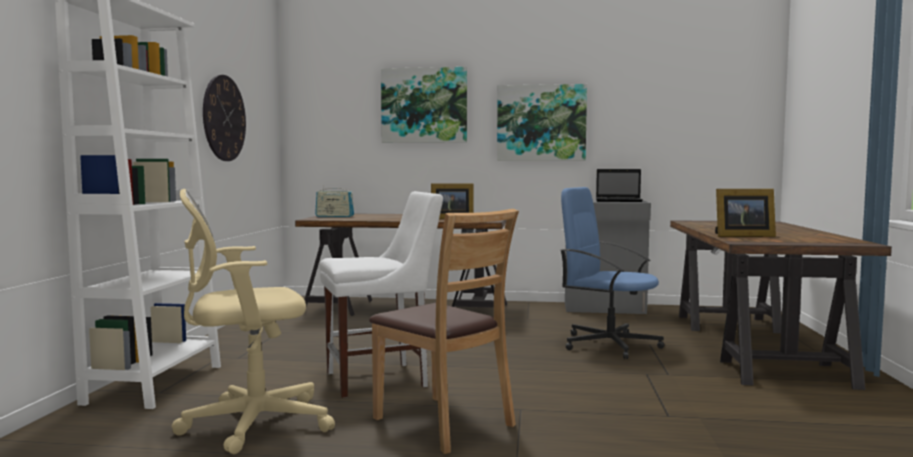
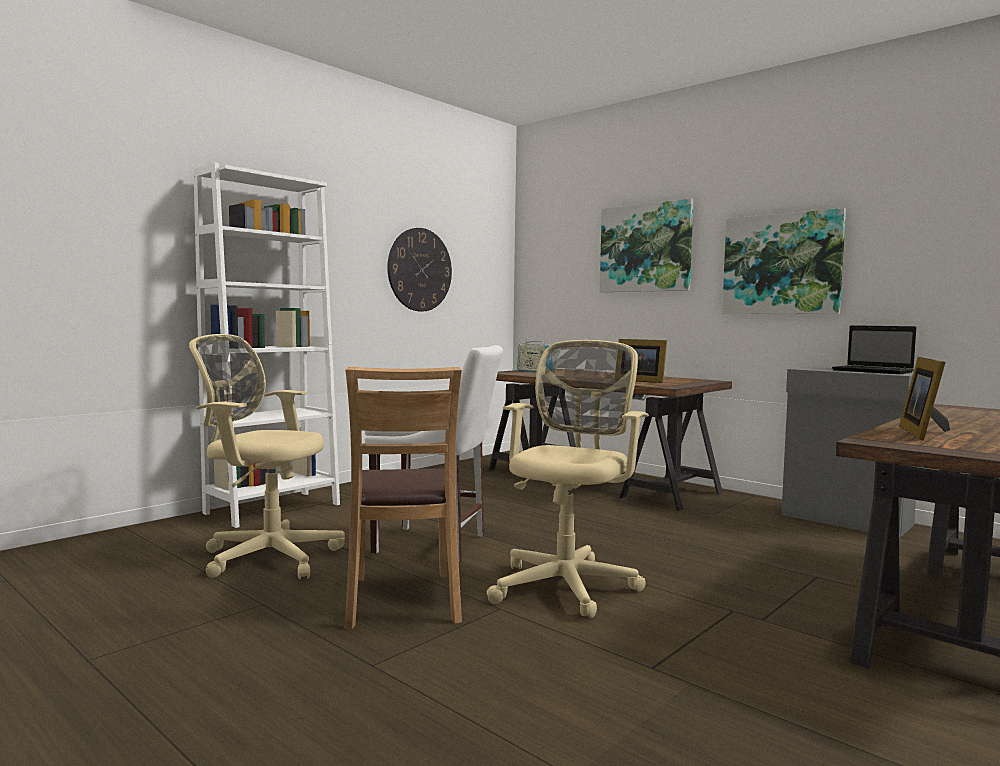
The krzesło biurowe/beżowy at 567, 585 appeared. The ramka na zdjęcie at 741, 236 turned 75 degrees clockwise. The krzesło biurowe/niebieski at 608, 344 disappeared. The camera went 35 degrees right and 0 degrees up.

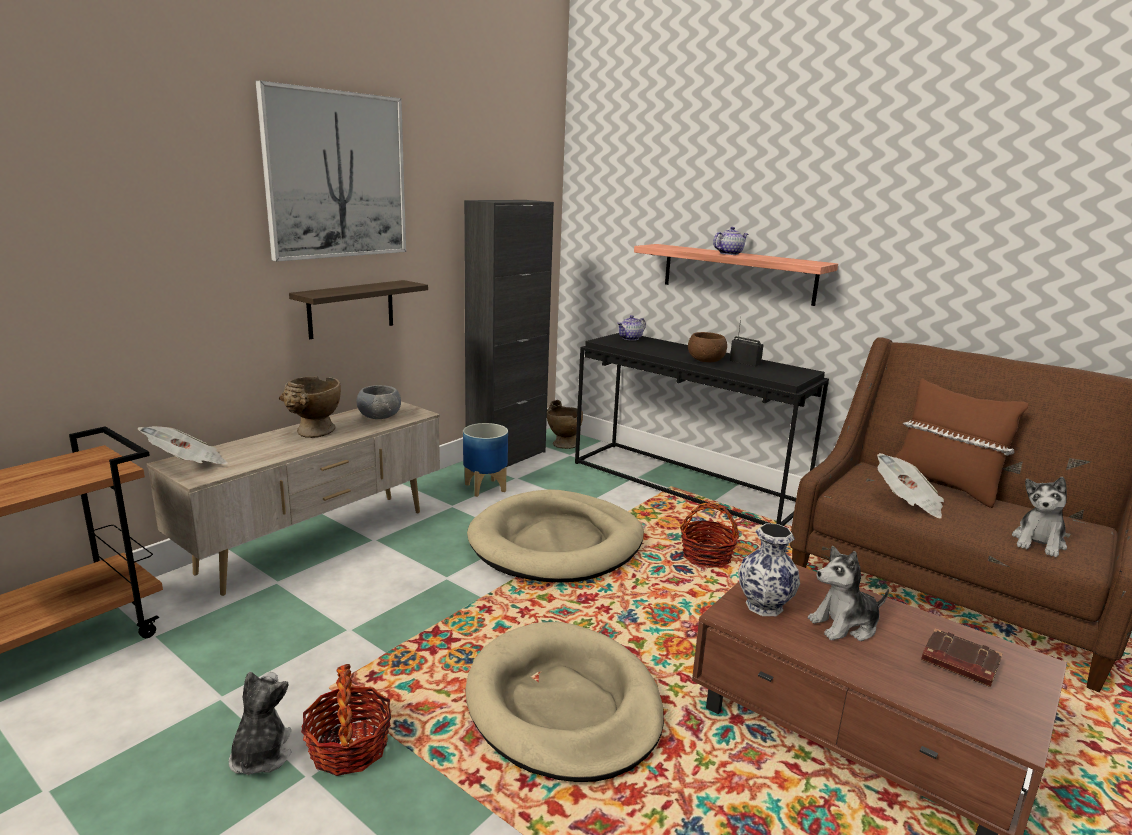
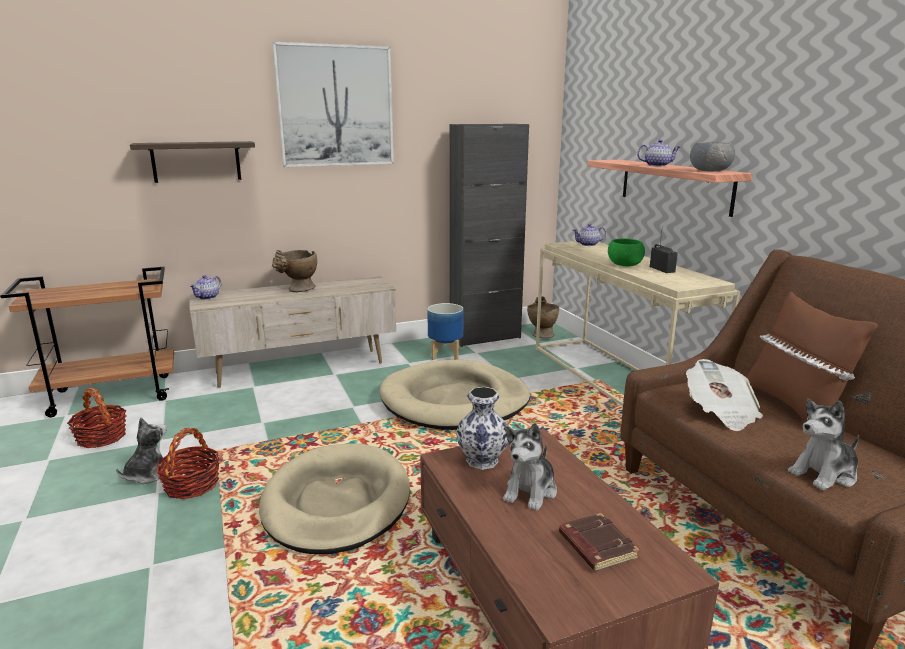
The koszyk moved from 707, 557 to 101, 437. The półka moved from 351, 309 to 196, 161. The gazeta at 188, 464 was replaced by the imbryk at 207, 297. The pluszak at 844, 625 turned 75 degrees counterclockwise. The stolik konsolowy/czarny at 687, 483 became the stolik konsolowy/beżowy at 617, 380. The miska/brązowy at 705, 360 became the miska/zielony at 624, 265. The miska/szary moved from 379, 417 to 709, 171. The camera went 30 degrees right and 0 degrees up.

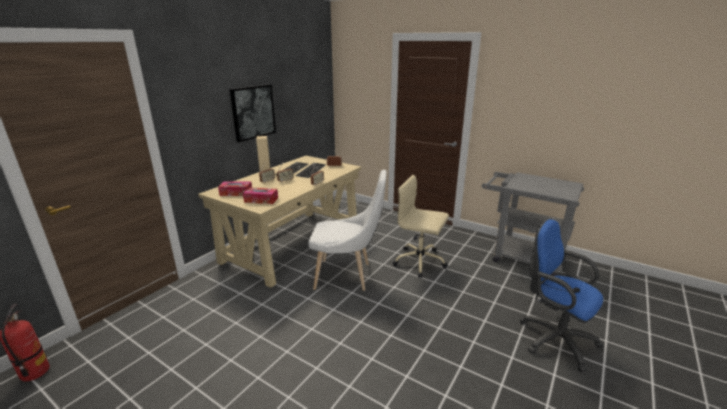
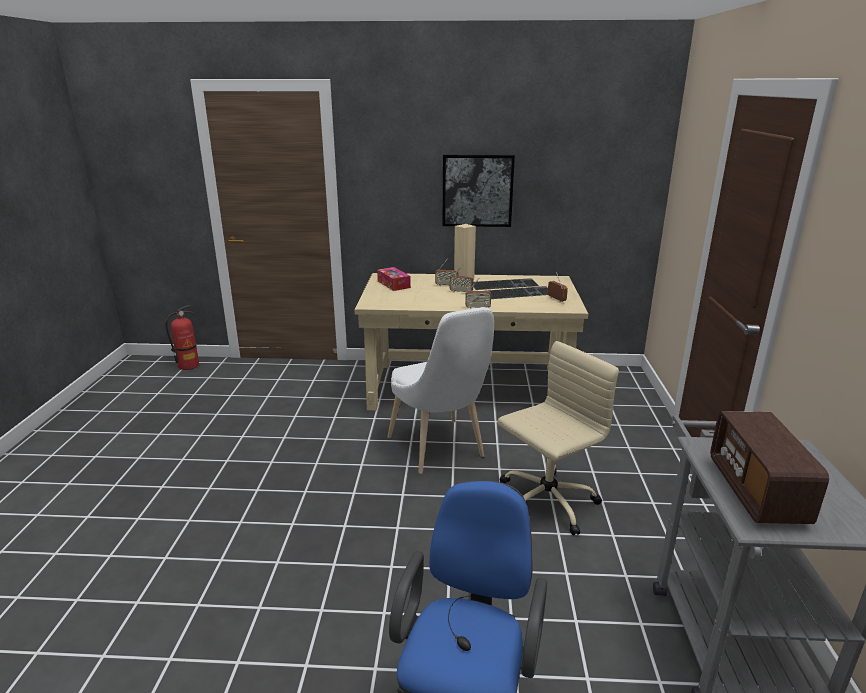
The krzesło biurowe/beżowy at 420, 262 turned 60 degrees clockwise. The radio at 756, 492 appeared. The pudełko chusteczek at 261, 200 disappeared. The camera went 60 degrees right and 0 degrees up.

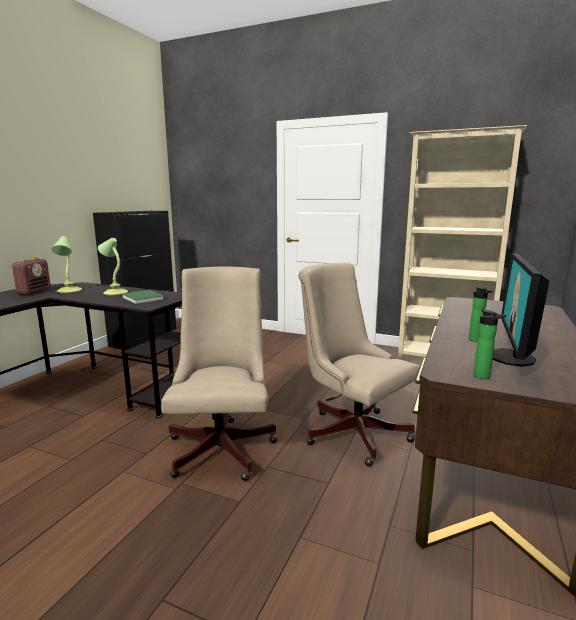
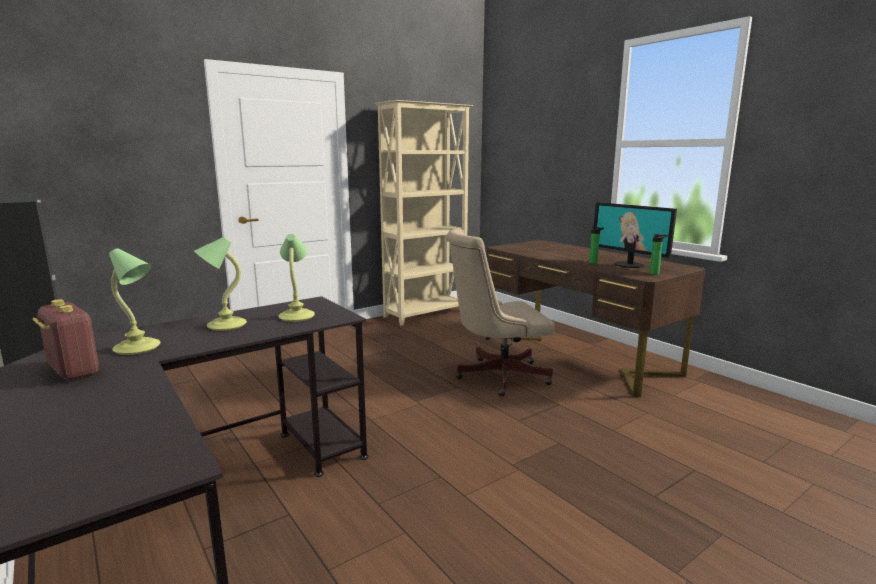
The książka/zielony at 143, 299 was replaced by the lampa stołowa at 297, 316. The krzesło biurowe/beżowy at 223, 445 disappeared. The camera went 60 degrees left and 0 degrees up.

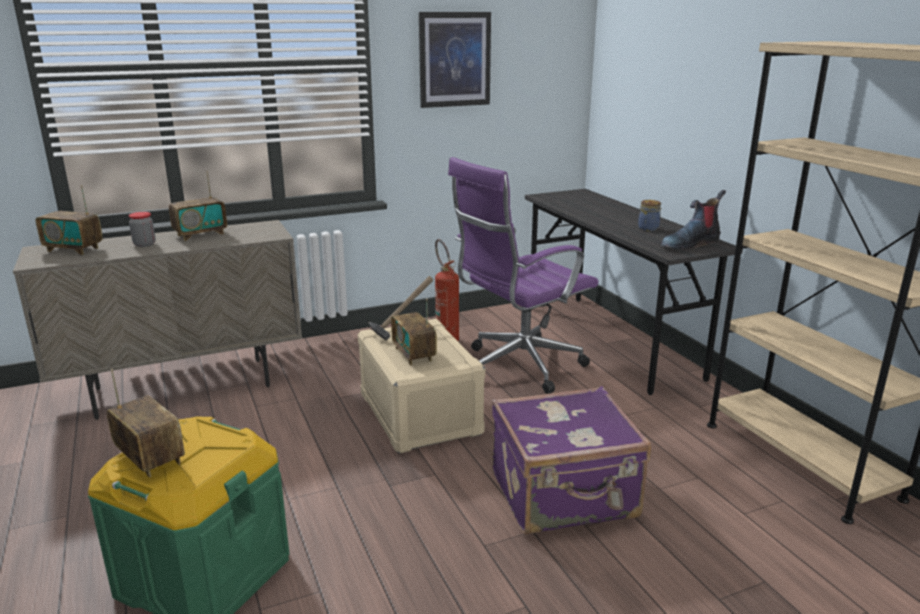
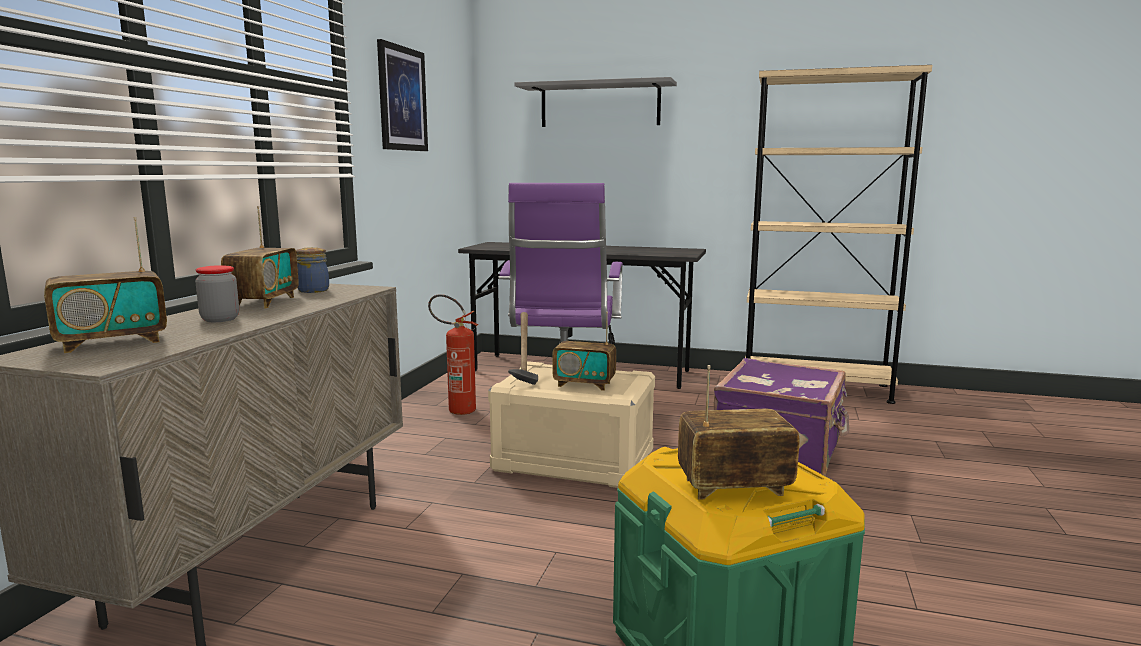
The słoik moved from 649, 228 to 314, 290. The półka/szary at 600, 105 appeared. The but z cholewką at 690, 244 disappeared. The camera went 50 degrees left and 10 degrees down.

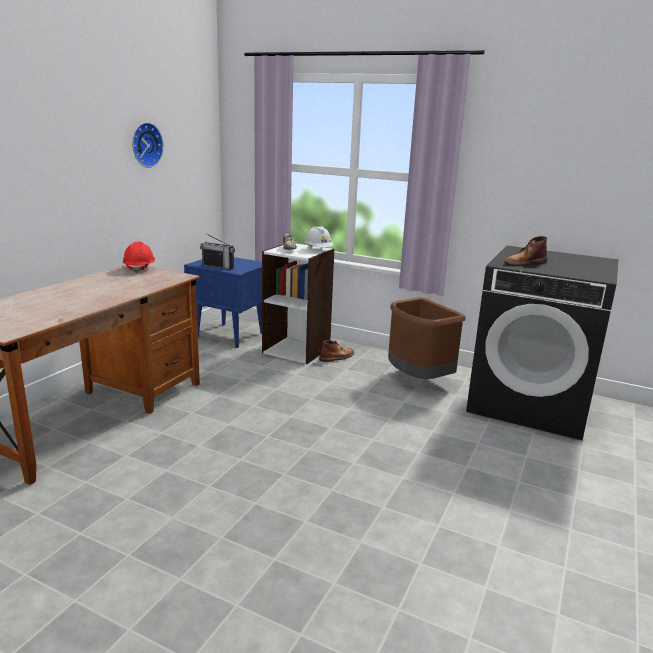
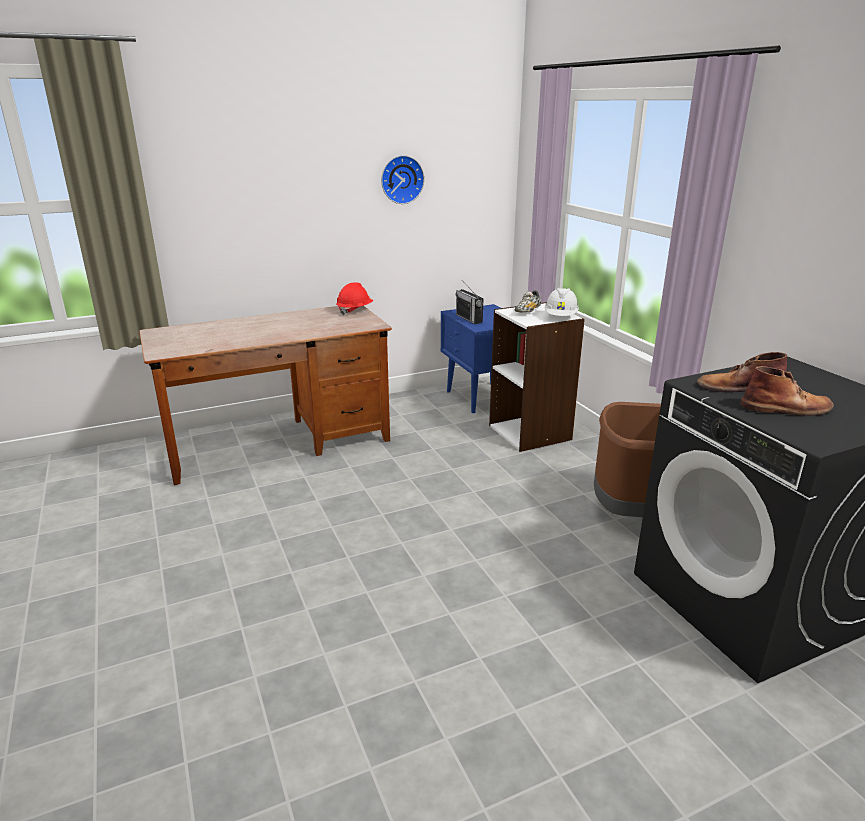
The but z cholewką/brązowy moved from 337, 357 to 787, 408. The camera went 40 degrees right and 5 degrees up.

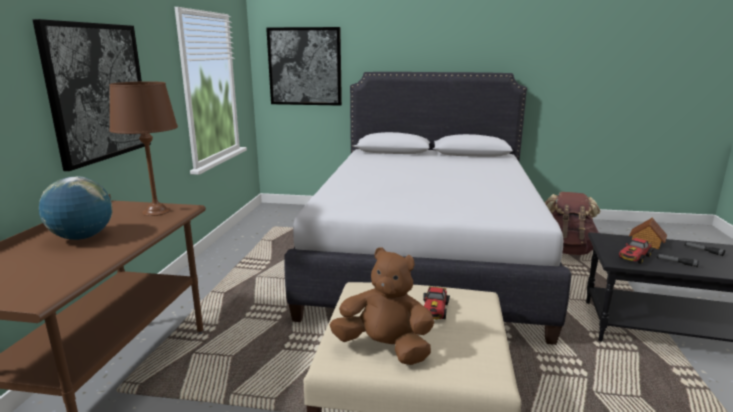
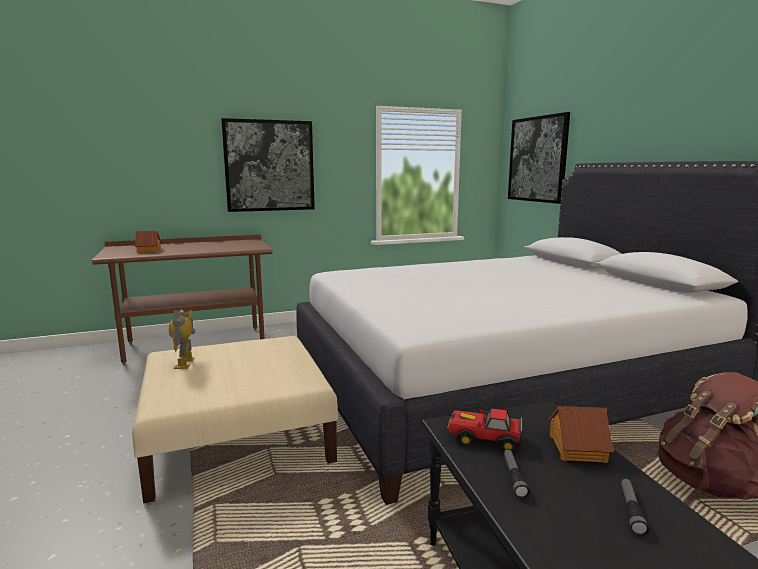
The domek at 148, 250 appeared. The pluszak/brązowy at 385, 348 was replaced by the robot zabawkowy at 185, 363. The globus at 82, 237 disappeared. The lampa stołowa/brązowy at 156, 211 disappeared. The samochodzik at 434, 311 disappeared. The camera went 60 degrees right and 5 degrees down.

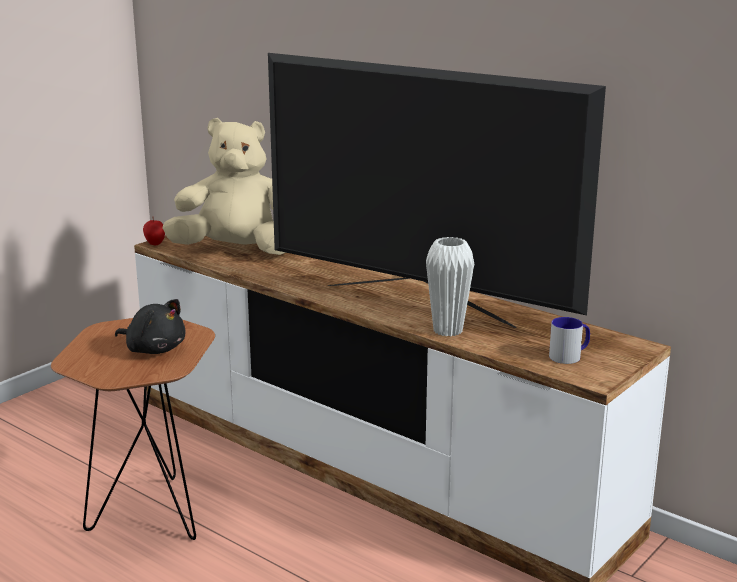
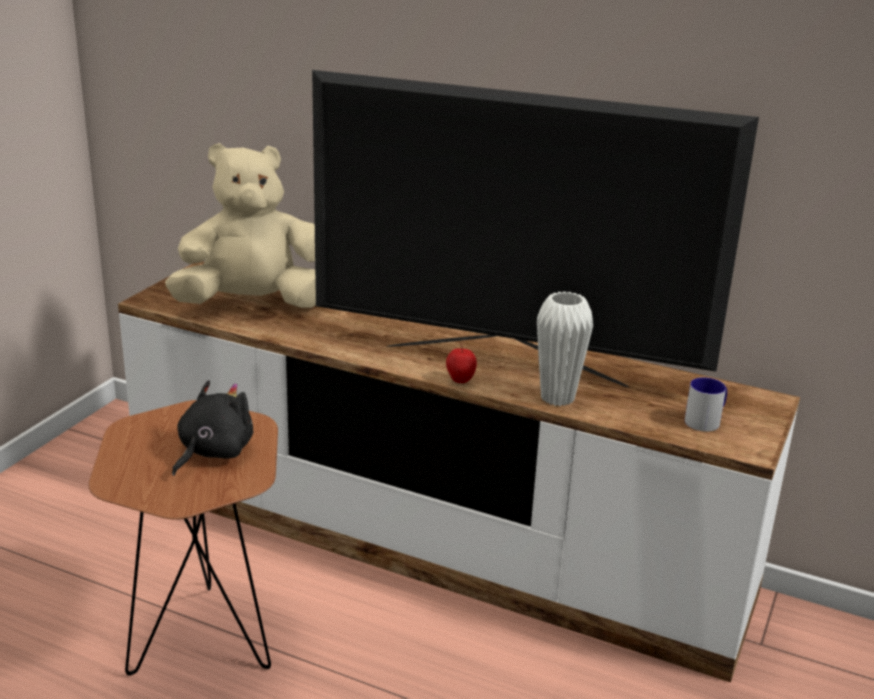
The pluszak/czarny at 154, 349 turned 75 degrees counterclockwise. The jabłko moved from 155, 244 to 460, 381. The camera went 15 degrees left and 5 degrees up.

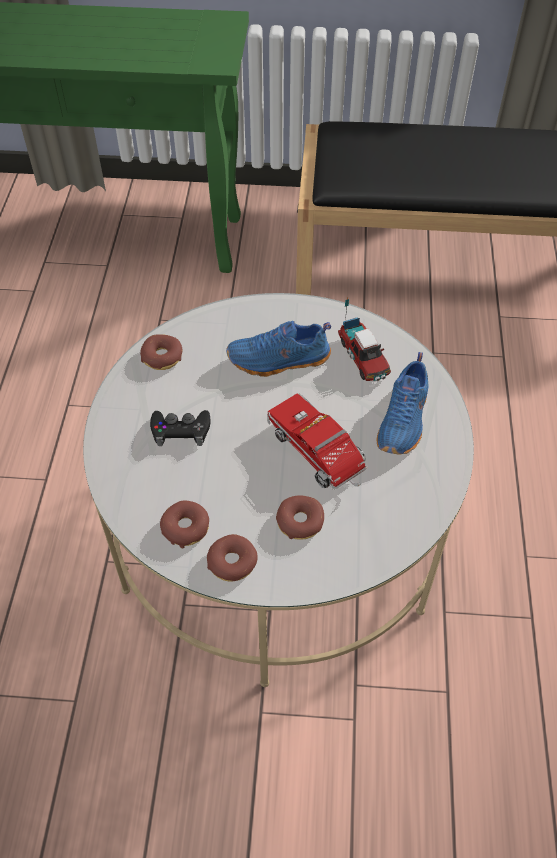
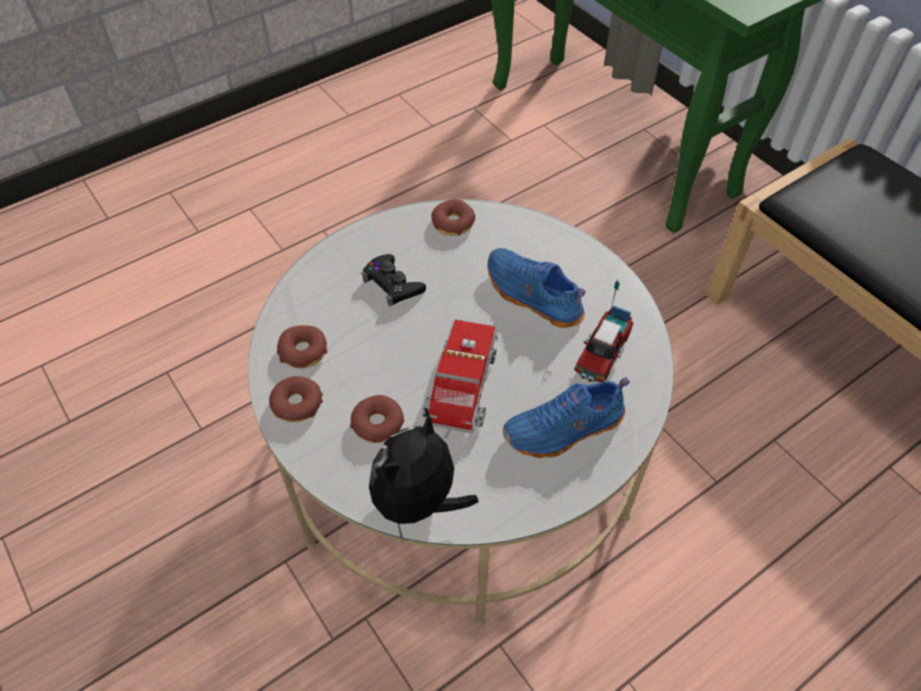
The pluszak at 419, 502 appeared. The camera went 50 degrees right and 0 degrees up.

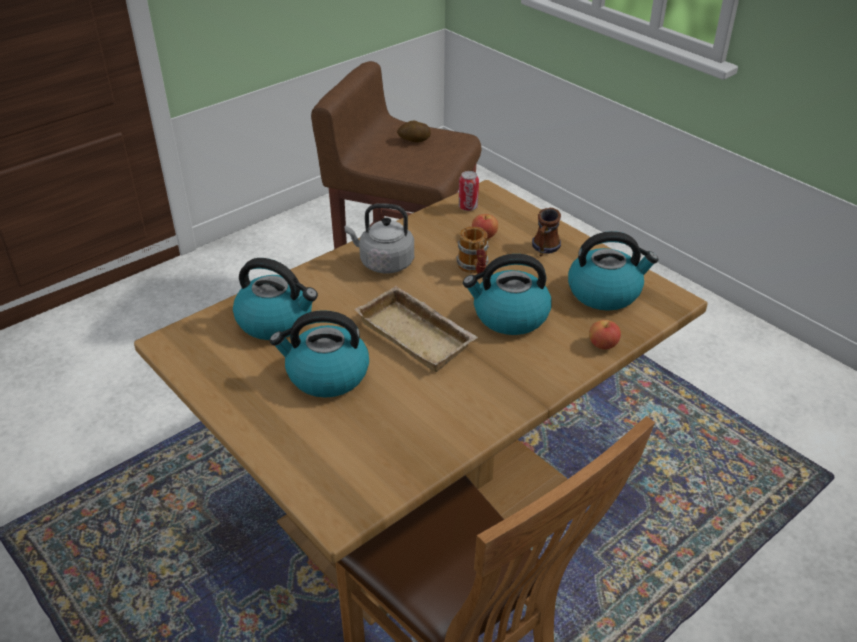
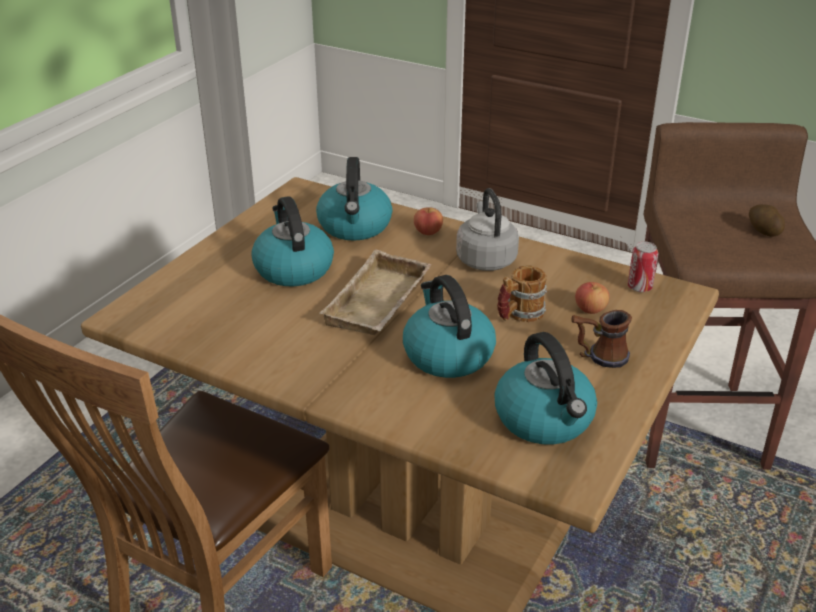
The jabłko moved from 603, 344 to 428, 232. The camera went 70 degrees right and 5 degrees down.

